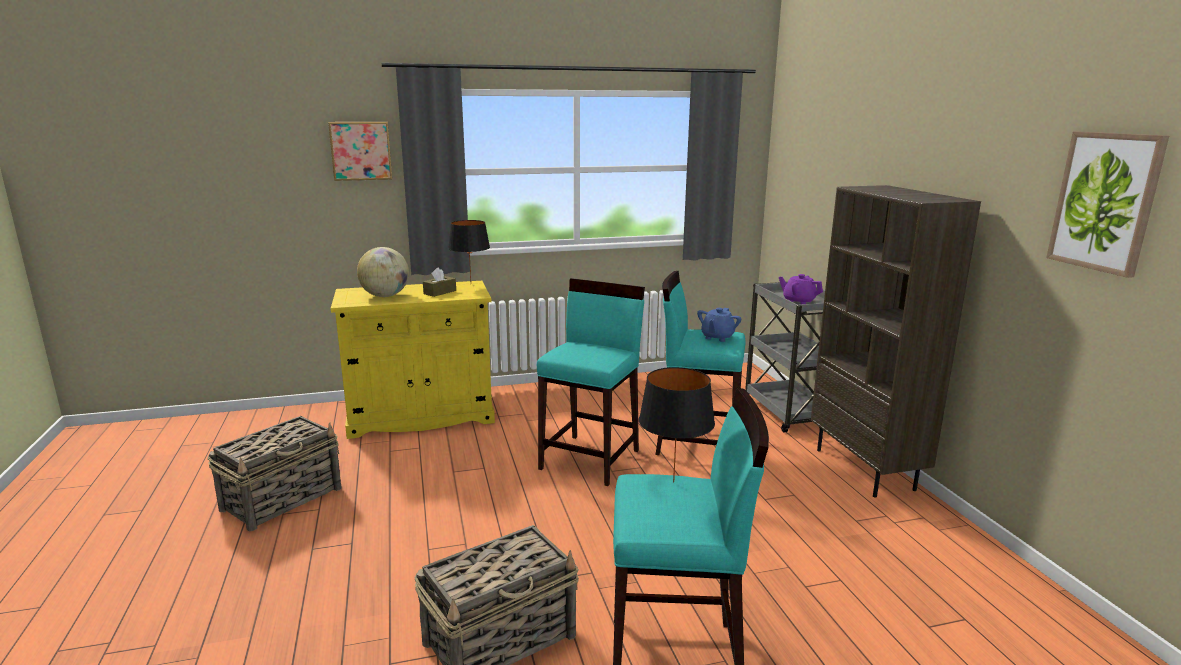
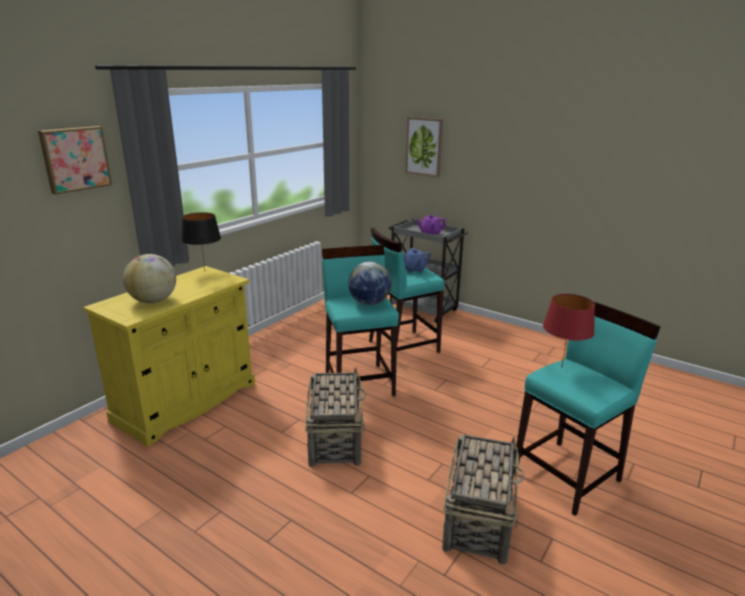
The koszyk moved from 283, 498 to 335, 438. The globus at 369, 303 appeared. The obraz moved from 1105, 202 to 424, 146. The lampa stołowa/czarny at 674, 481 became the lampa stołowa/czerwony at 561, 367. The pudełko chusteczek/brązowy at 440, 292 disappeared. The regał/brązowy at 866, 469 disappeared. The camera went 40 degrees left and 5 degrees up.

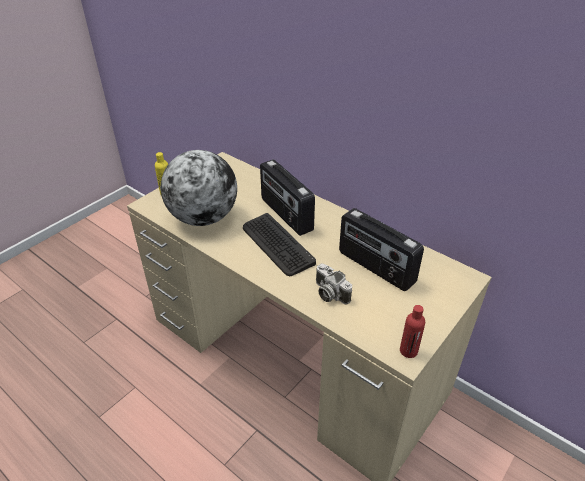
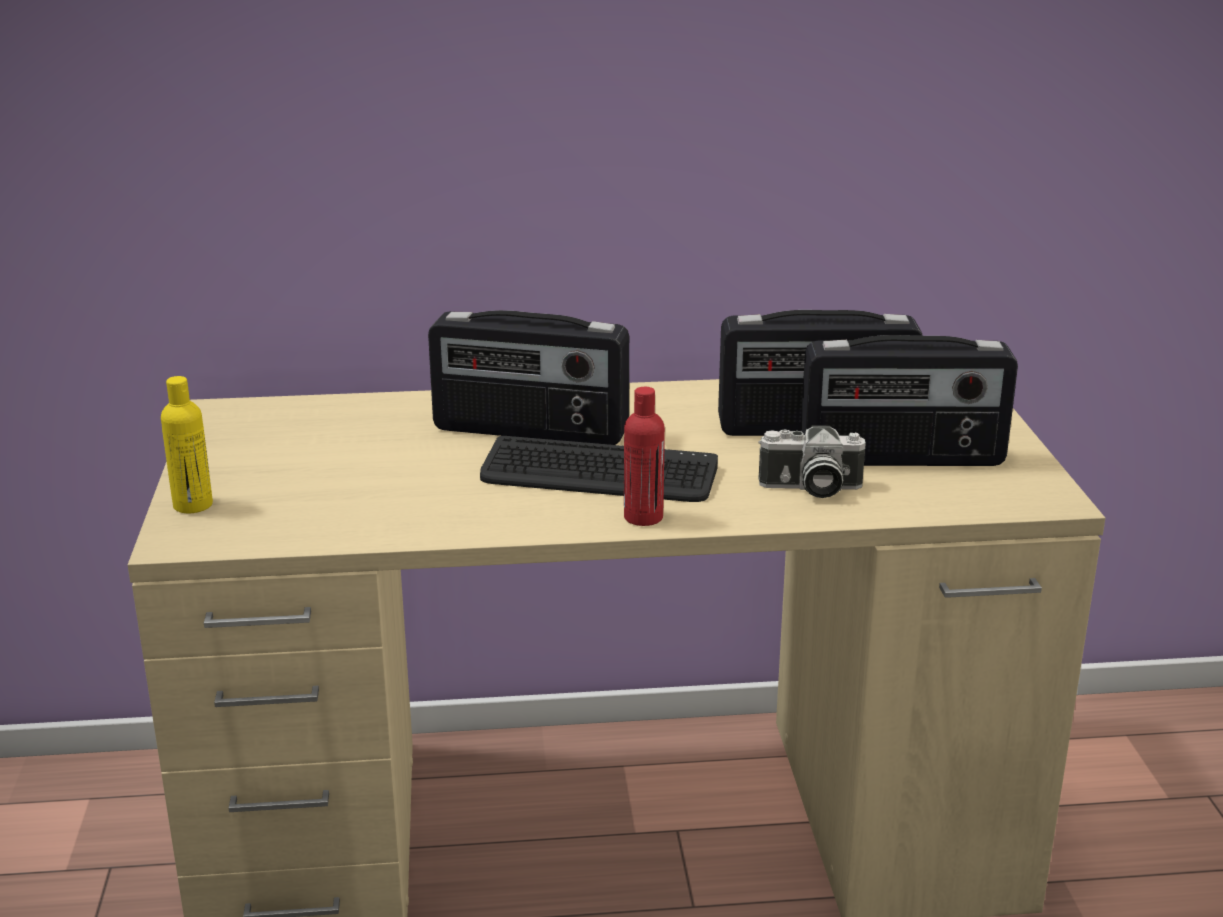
The butelka/czerwony moved from 408, 351 to 643, 517. The radio at 901, 458 appeared. The globus at 203, 218 disappeared. The camera went 45 degrees left and 15 degrees down.

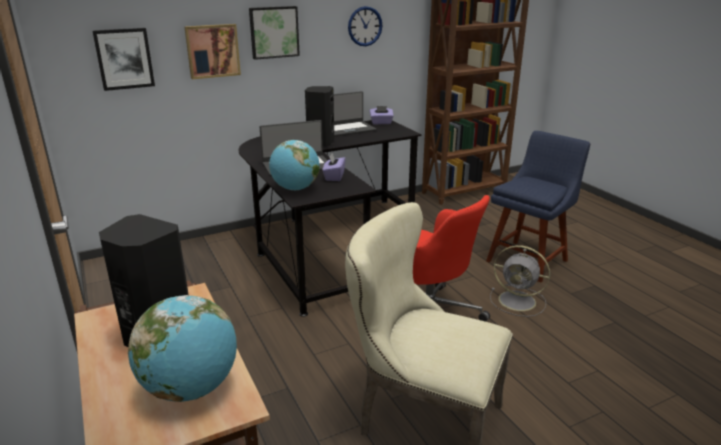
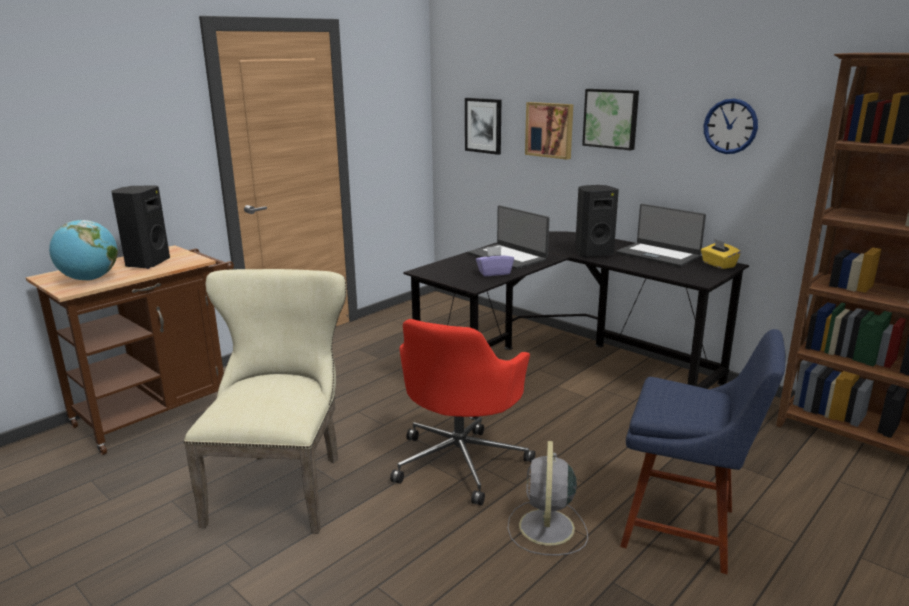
The pudełko chusteczek/fioletowy at 381, 123 became the pudełko chusteczek/żółty at 718, 265. The globus at 295, 189 disappeared. The camera went 70 degrees right and 5 degrees down.

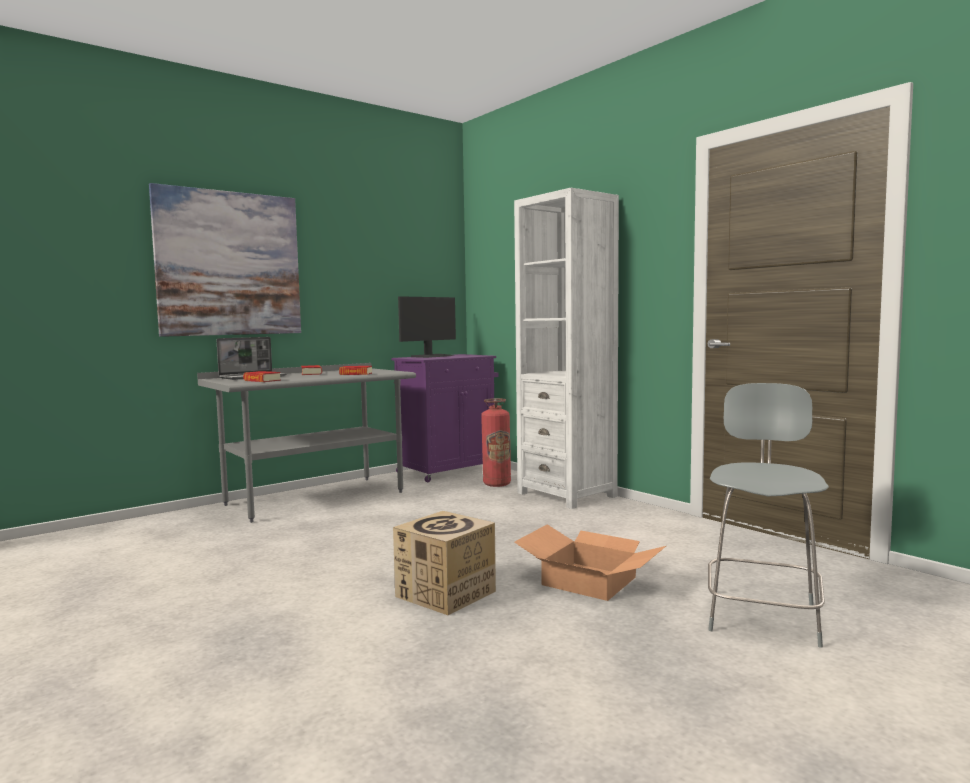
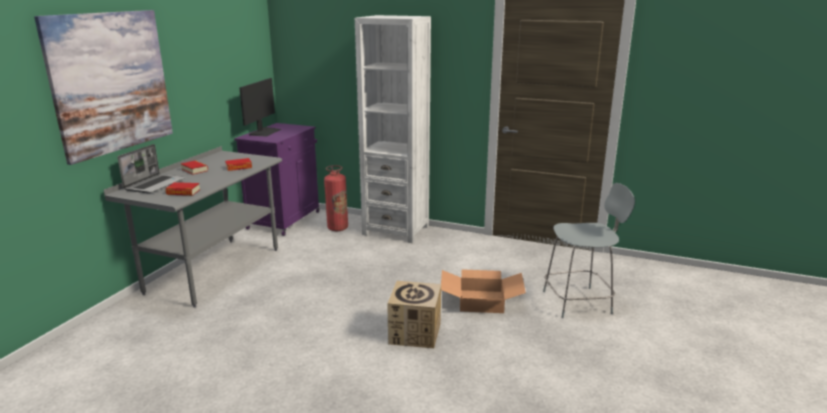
The krzesło/szary at 763, 615 turned 90 degrees clockwise. The camera went 30 degrees left and 15 degrees up.

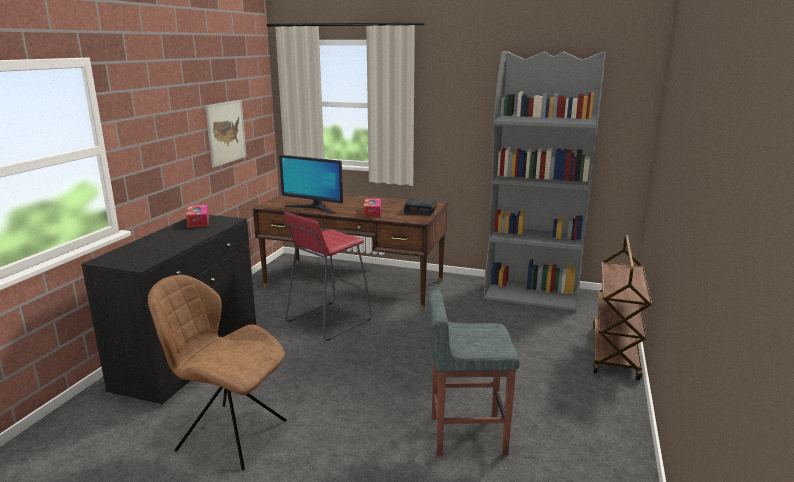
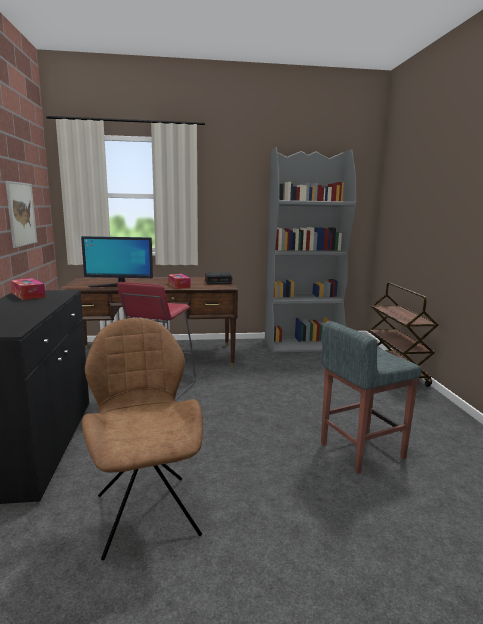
The krzesło/brązowy at 229, 434 turned 75 degrees clockwise. The camera went 25 degrees left and 5 degrees down.

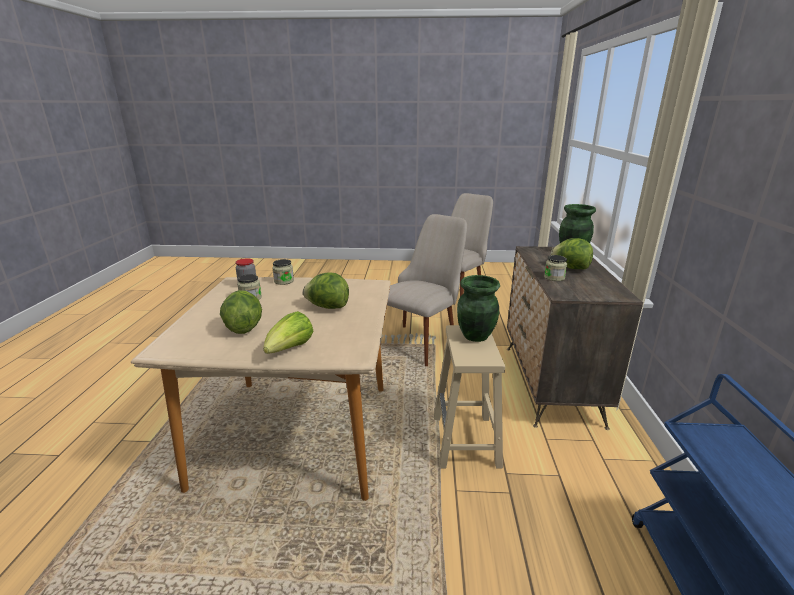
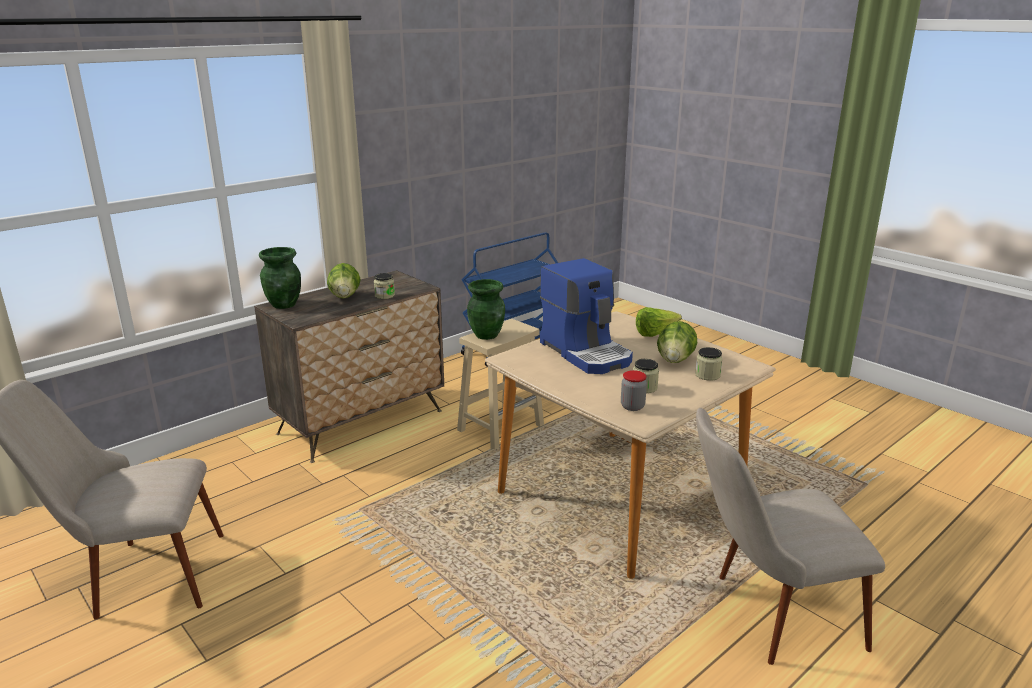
The sałata at 327, 307 was replaced by the ekspres do kawy at 587, 352. The słoik moved from 284, 281 to 707, 375. The krzesło/beżowy moved from 422, 339 to 765, 615. The camera went 135 degrees left and 0 degrees up.

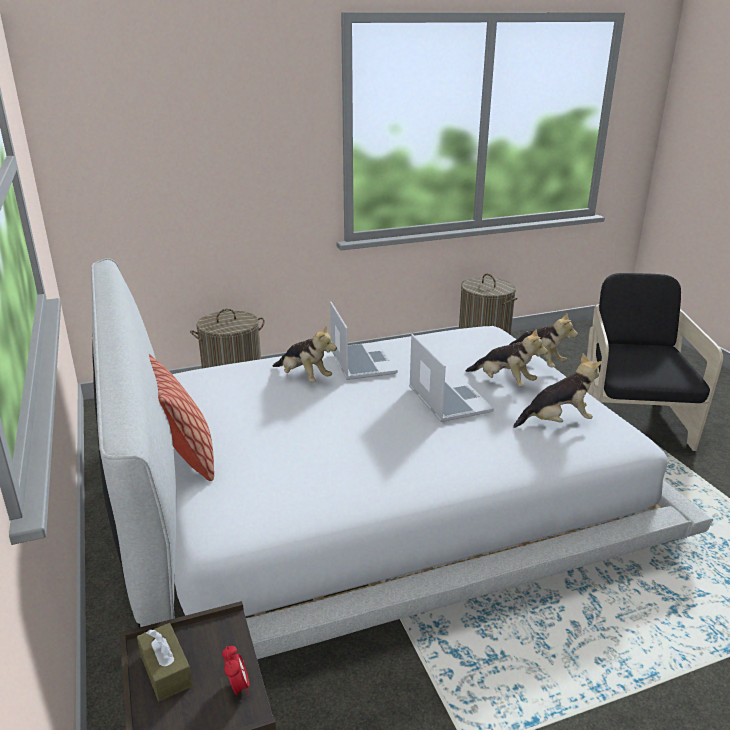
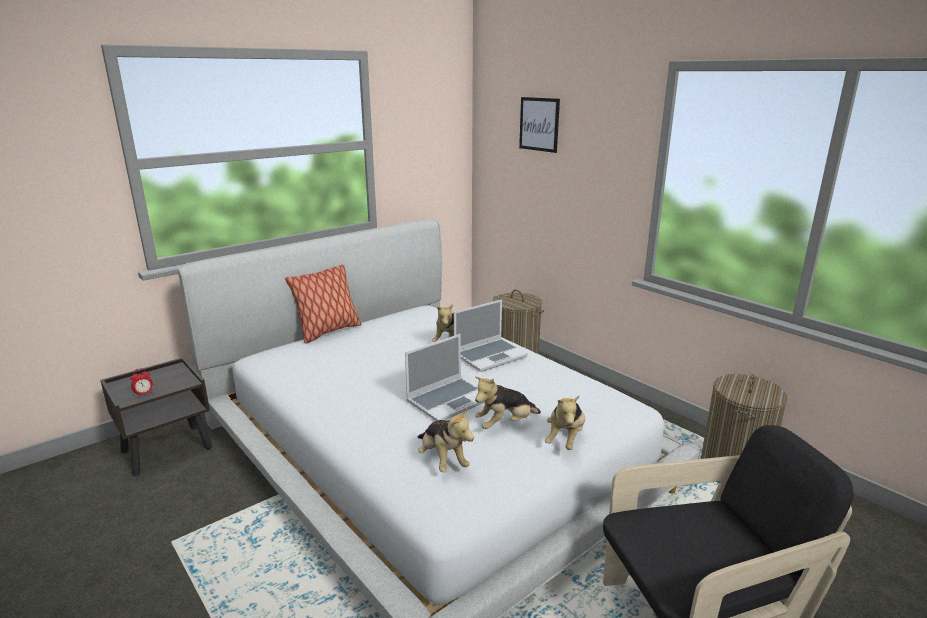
The pluszak at 504, 382 turned 45 degrees clockwise. The obraz at 539, 124 appeared. The pudełko chusteczek/brązowy at 166, 670 disappeared. The camera went 70 degrees right and 5 degrees down.

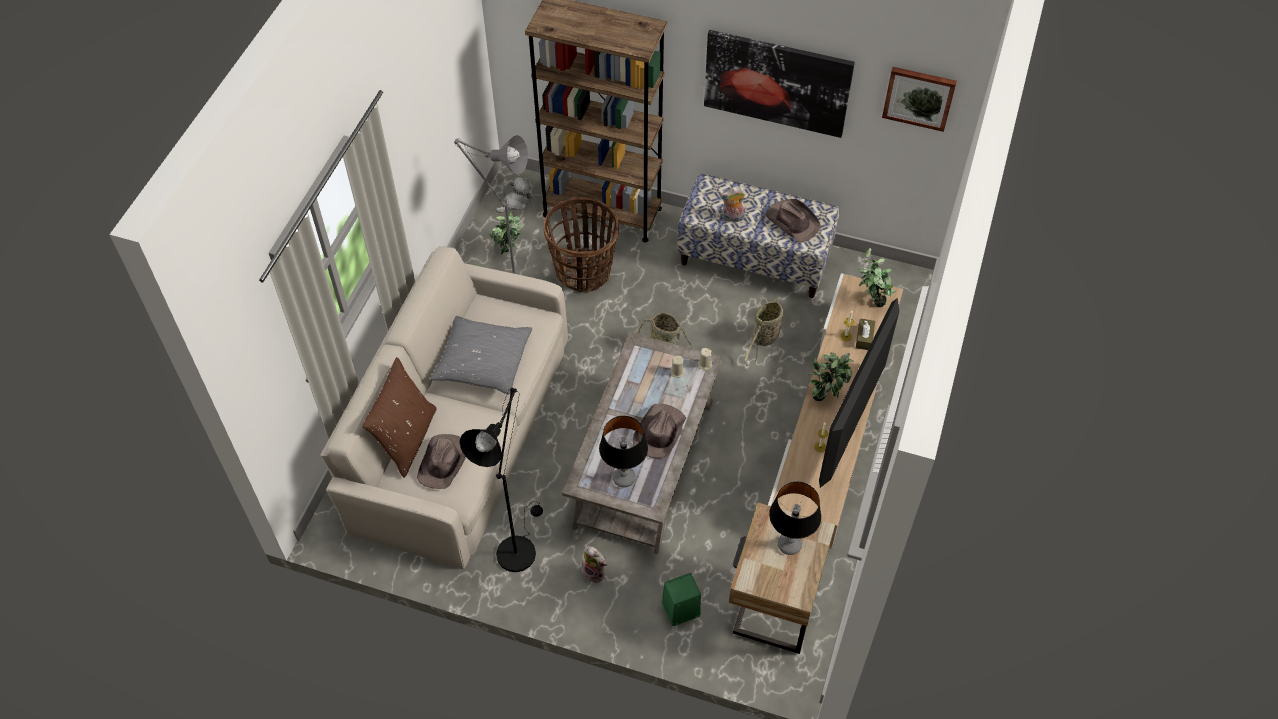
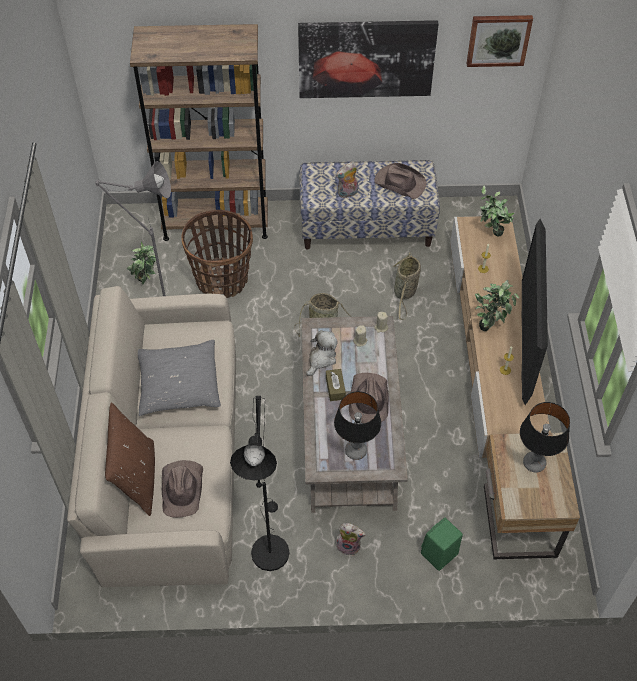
The pluszak moved from 516, 202 to 321, 358. The pudełko chusteczek/brązowy moved from 864, 338 to 335, 388. The camera went 20 degrees left and 0 degrees up.

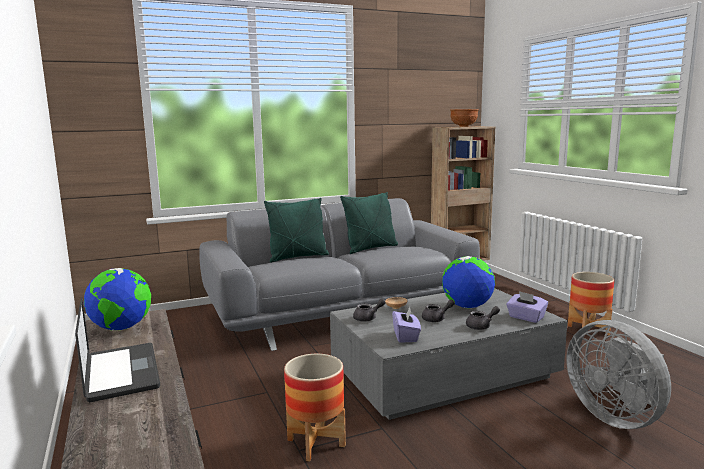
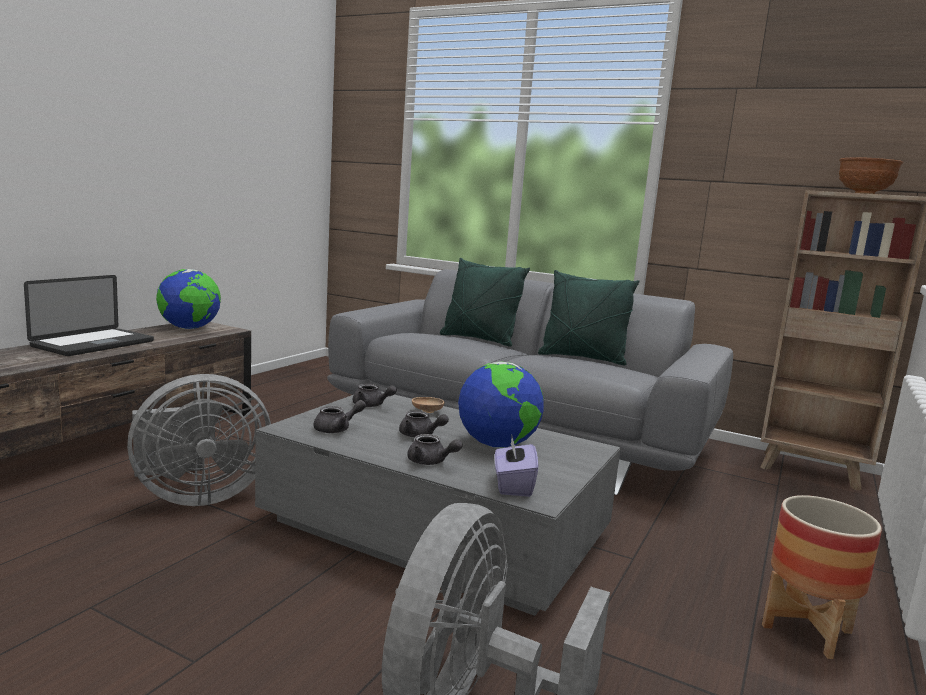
The donica at 316, 442 was replaced by the wentylator/szary at 196, 496. The pudełko chusteczek/fioletowy at 406, 336 was replaced by the imbryk/szary at 337, 429. The camera went 50 degrees right and 0 degrees up.

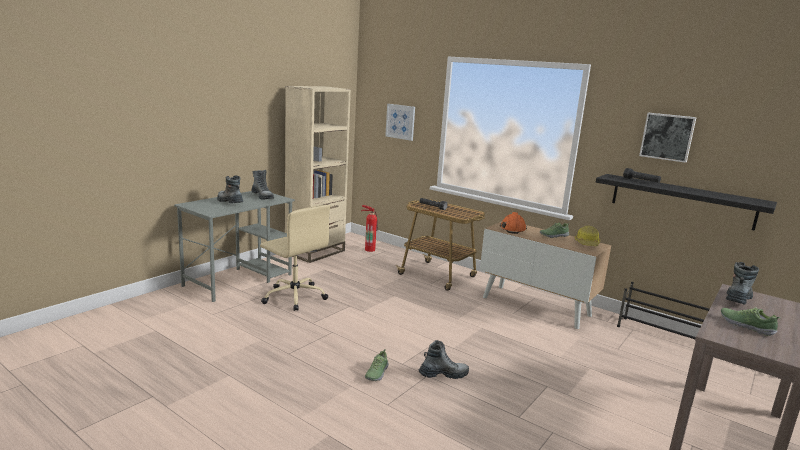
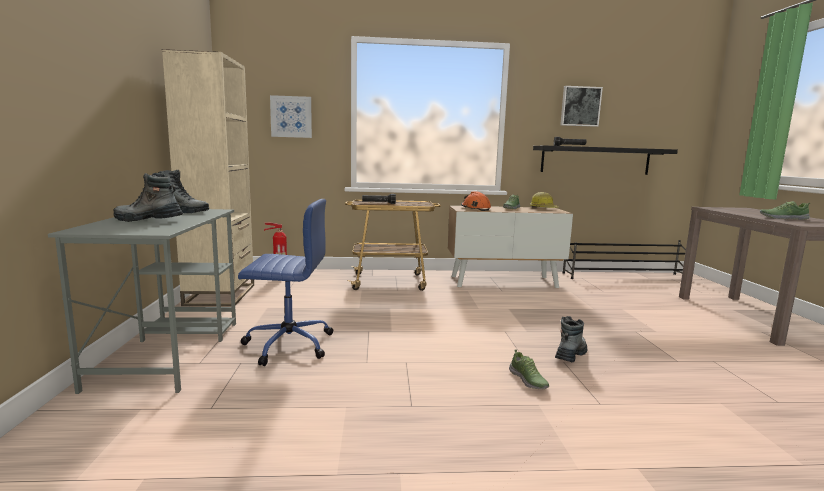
The krzesło biurowe/beżowy at 294, 296 became the krzesło biurowe/niebieski at 287, 344. The but z cholewką at 738, 299 disappeared. The camera went 40 degrees left and 5 degrees down.

